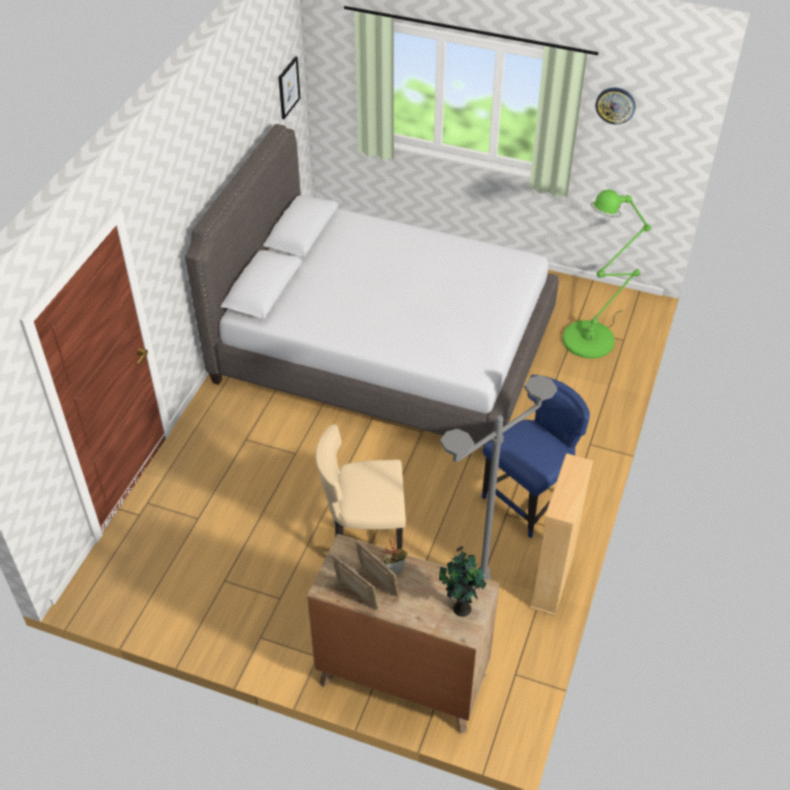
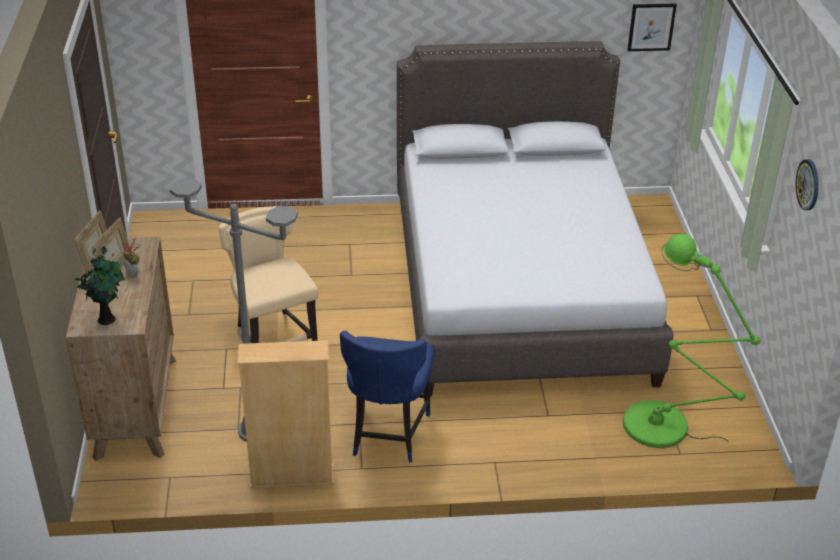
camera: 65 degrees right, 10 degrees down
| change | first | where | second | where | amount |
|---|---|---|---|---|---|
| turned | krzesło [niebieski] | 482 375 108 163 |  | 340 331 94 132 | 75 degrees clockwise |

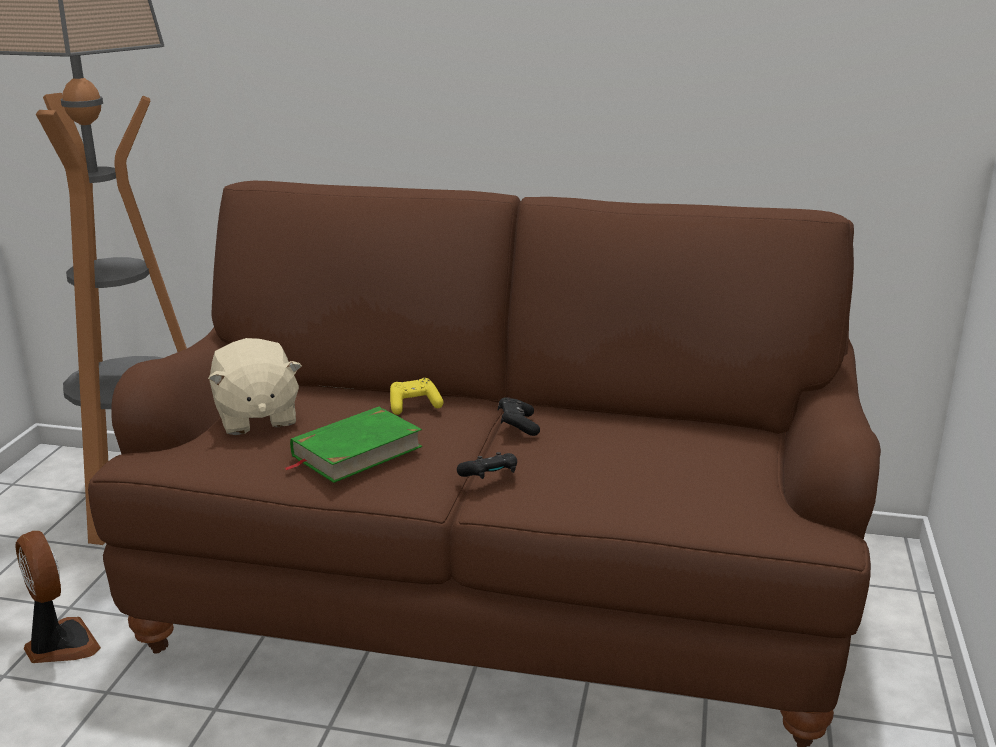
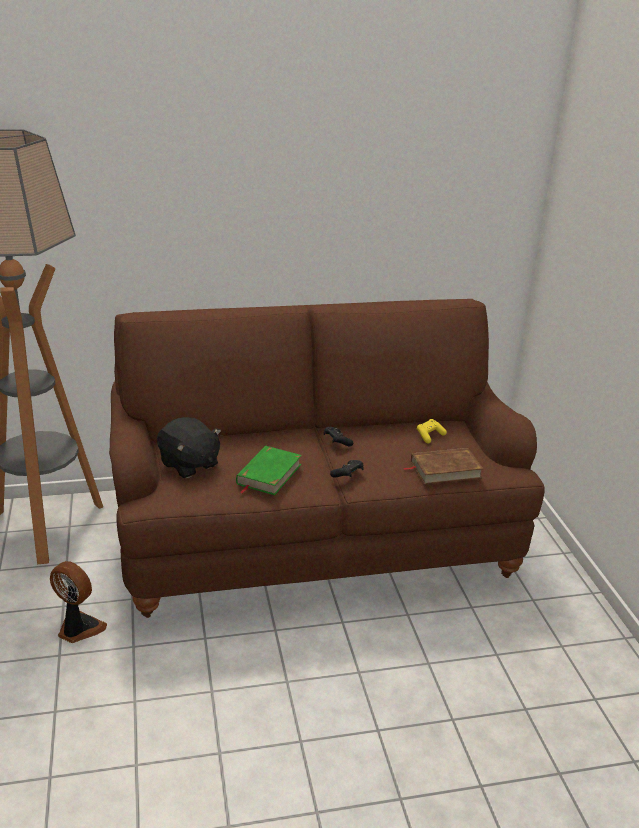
camera: 25 degrees left, 5 degrees up
| change | first | where | second | where | amount |
|---|---|---|---|---|---|
| added |  |  | książka [brązowy] | 403 448 81 36 |  |
| moved | pad do gier [żółty] | 390 378 53 37 |  | 417 419 30 24 |  |
| recoloured | pluszak [beżowy] | 208 338 94 97 | pluszak [czarny] | 157 417 64 61 |  |

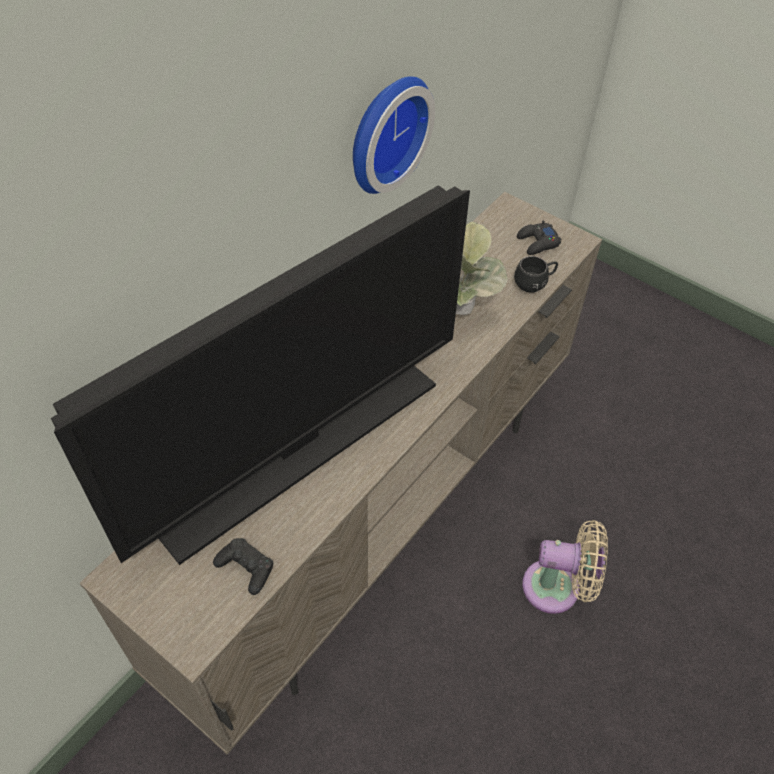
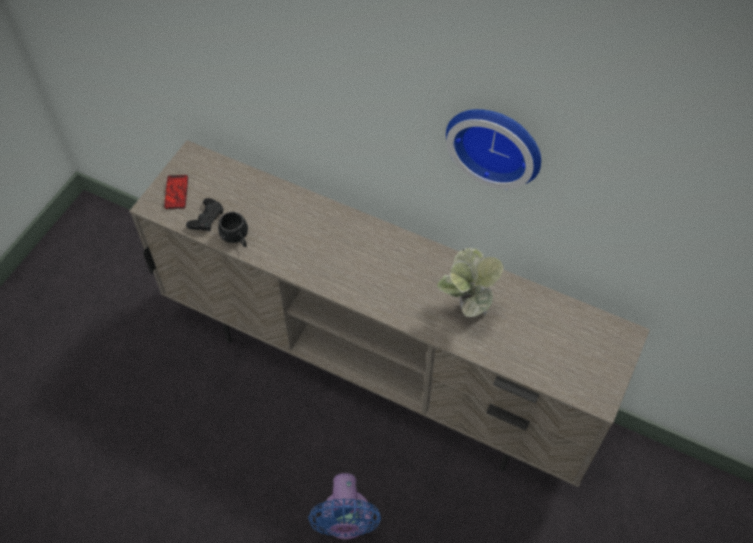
camera: 80 degrees right, 5 degrees up
| change | first | where | second | where | amount |
|---|---|---|---|---|---|
| removed | telewizor | 51 185 419 380 |  |  |  |
| removed | pad do gier [czarny] | 517 221 45 34 |  |  |  |
| added |  |  | telefon | 164 175 24 34 |  |
| moved | kubek [czarny] | 514 256 44 37 |  | 218 212 30 35 |  |
| recoloured | wentylator [beżowy] | 522 520 86 94 | wentylator [niebieski] | 308 473 73 66 |  |

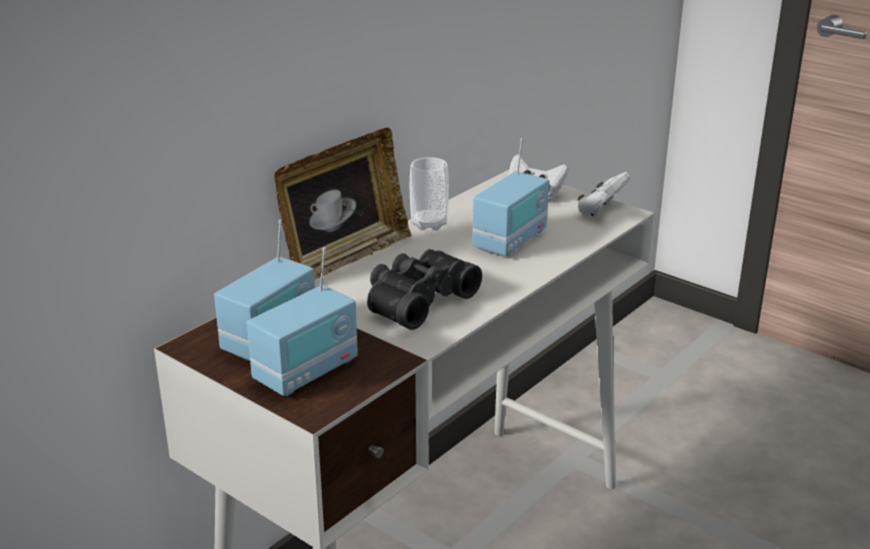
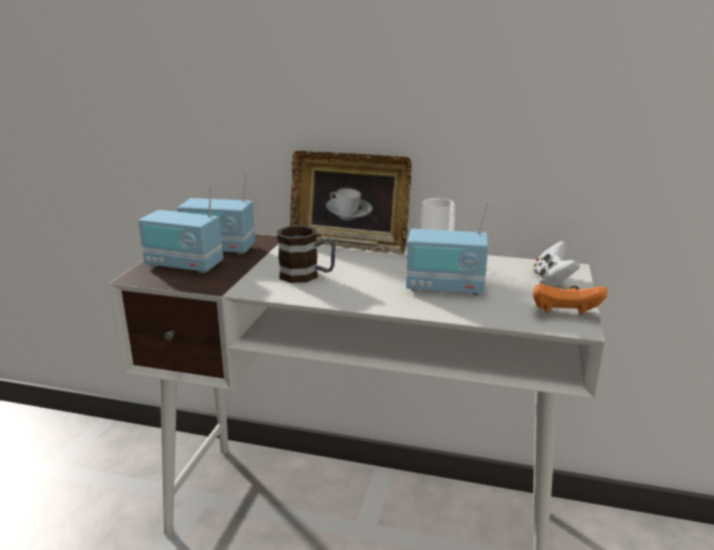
camera: 65 degrees right, 5 degrees down
| change | first | where | second | where | amount |
|---|---|---|---|---|---|
| replaced | lornetka [czarny] | 367 249 115 81 | kubek | 277 225 59 58 |  |
| recoloured | pad do gier [biały] | 577 172 54 44 | pad do gier [pomarańczowy] | 533 284 75 30 |  |

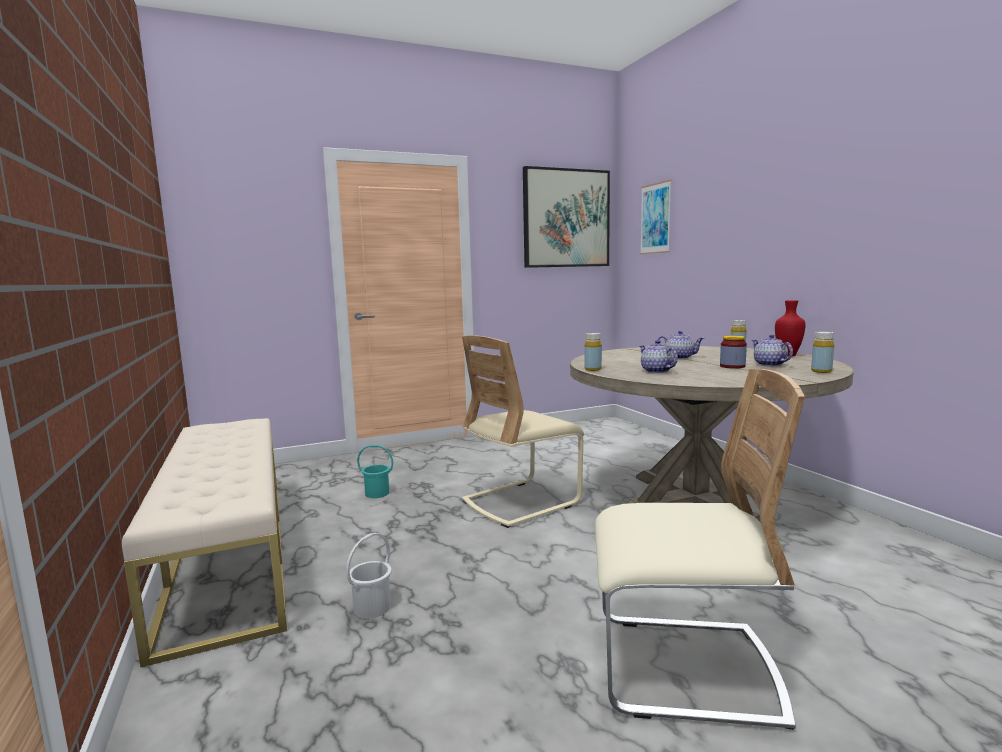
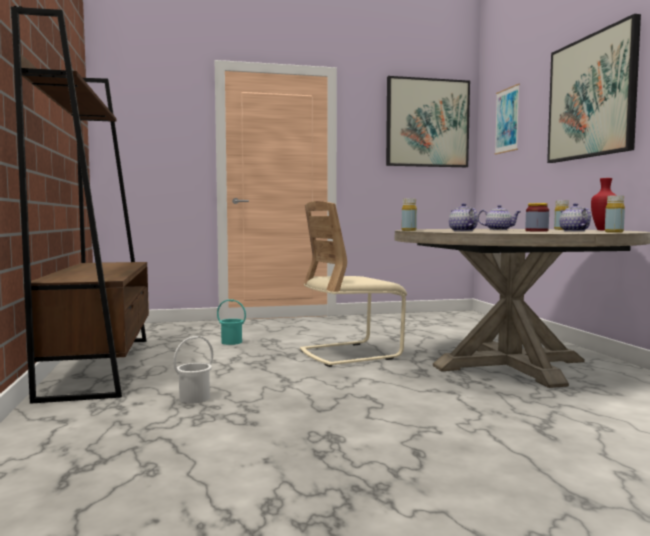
camera: 10 degrees right, 5 degrees down
| change | first | where | second | where | amount |
|---|---|---|---|---|---|
| removed | krzesło [beżowy] | 595 369 210 361 |  |  |  |
| added |  |  | obraz | 547 14 94 149 |  |
| replaced | ławka [beżowy] | 122 418 165 249 | regał [brązowy] | 11 6 138 398 |  |

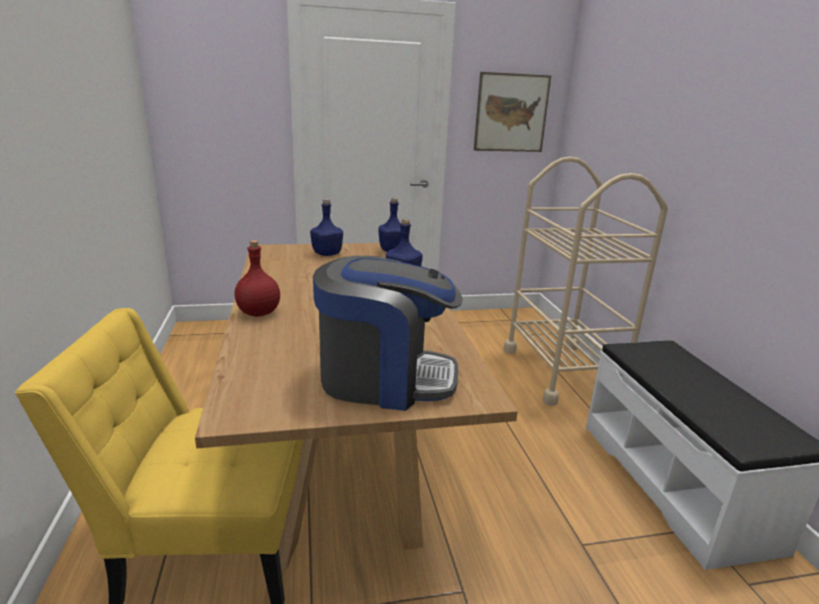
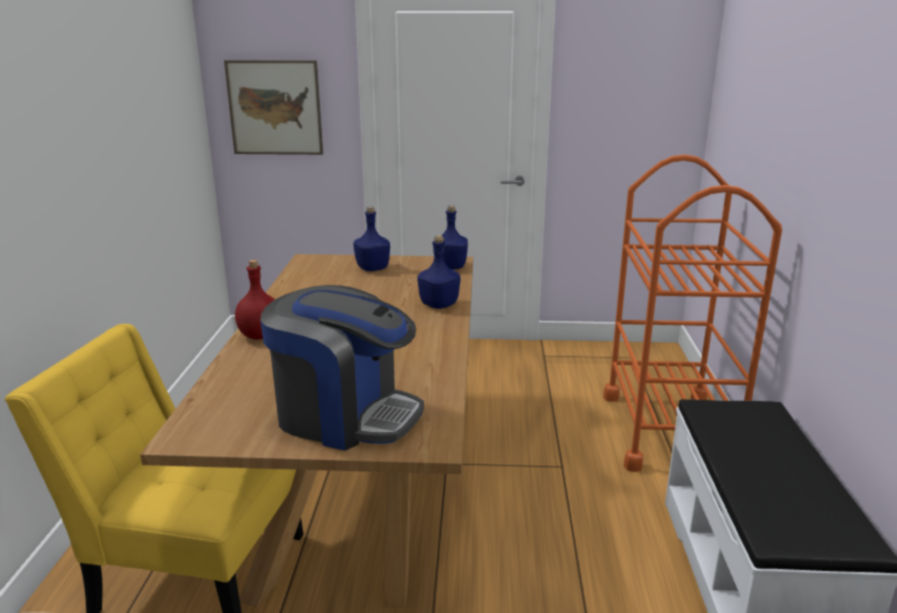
camera: 15 degrees right, 0 degrees up
| change | first | where | second | where | amount |
|---|---|---|---|---|---|
| moved | obraz | 474 72 77 80 |  | 224 60 99 95 |  |
| recoloured | wózek [beżowy] | 504 157 164 249 | wózek [pomarańczowy] | 603 155 179 317 |  |

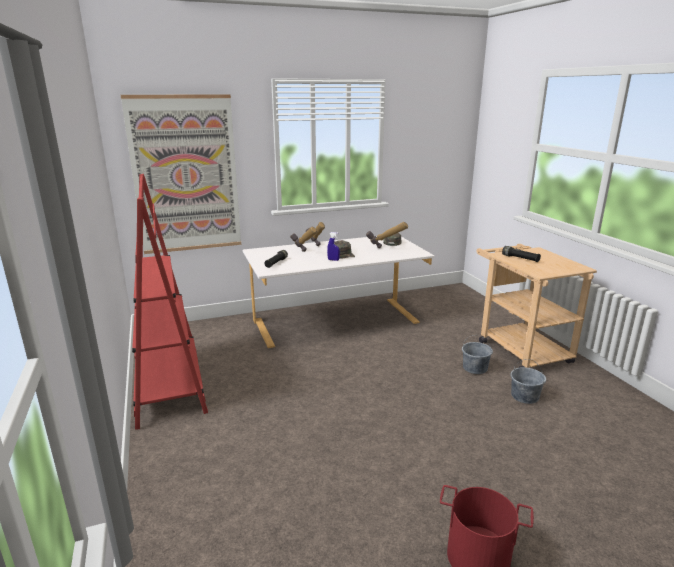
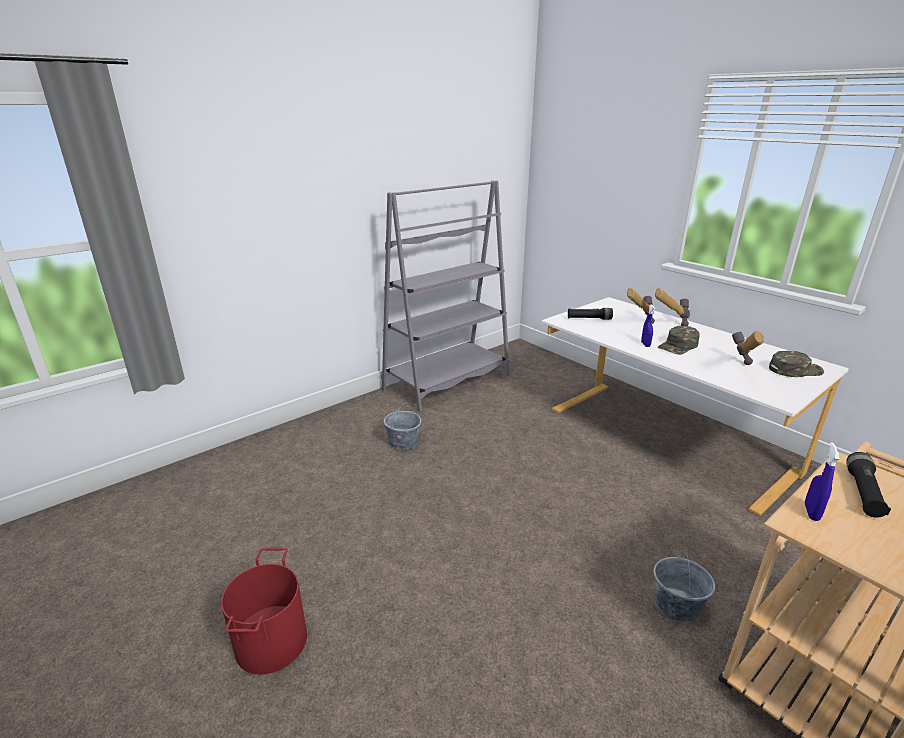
camera: 70 degrees right, 5 degrees up
| change | first | where | second | where | amount |
|---|---|---|---|---|---|
| removed | obraz | 121 94 120 160 |  |  |  |
| added |  |  | spryskiwacz [niebieski] | 805 442 35 79 |  |
| moved | wiadro [szary] | 510 359 36 45 |  | 384 402 37 48 |  |
| recoloured | regał [czerwony] | 132 174 76 256 | regał [szary] | 381 181 129 231 |  |

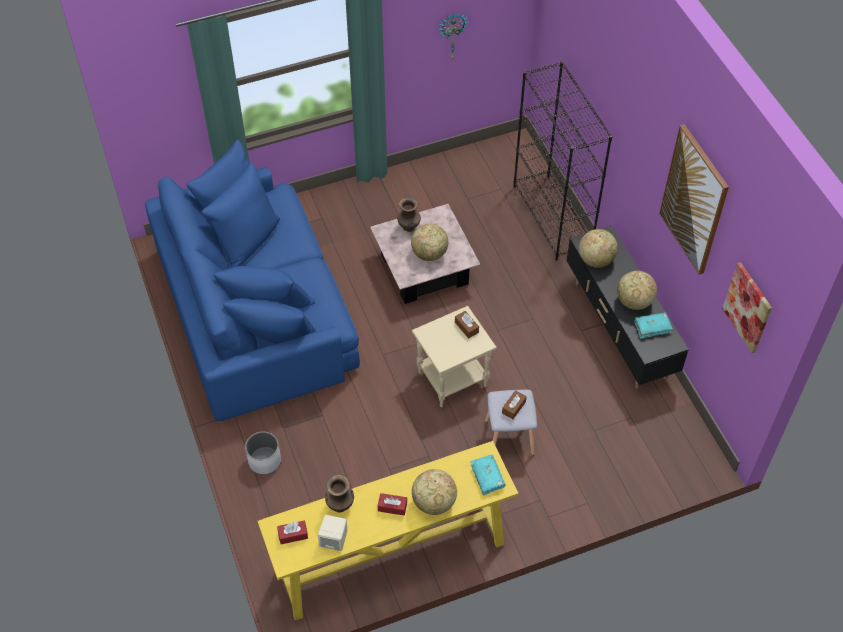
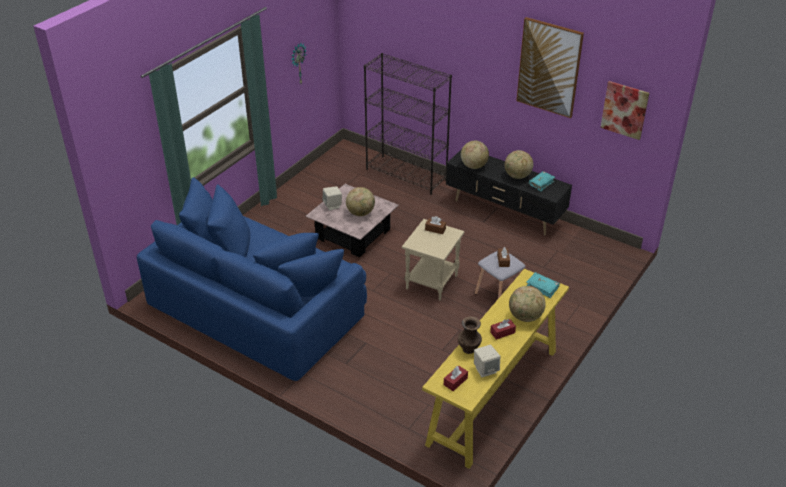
camera: 35 degrees left, 15 degrees down
| change | first | where | second | where | amount |
|---|---|---|---|---|---|
| removed | donica [biały] | 245 432 36 42 |  |  |  |
| replaced | wazon [brązowy] | 397 197 24 35 | głośnik [beżowy] | 322 186 20 24 |  |

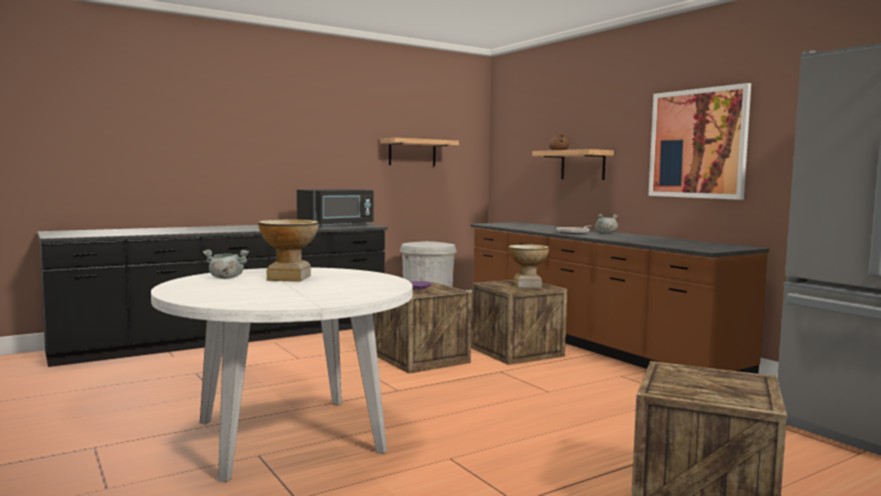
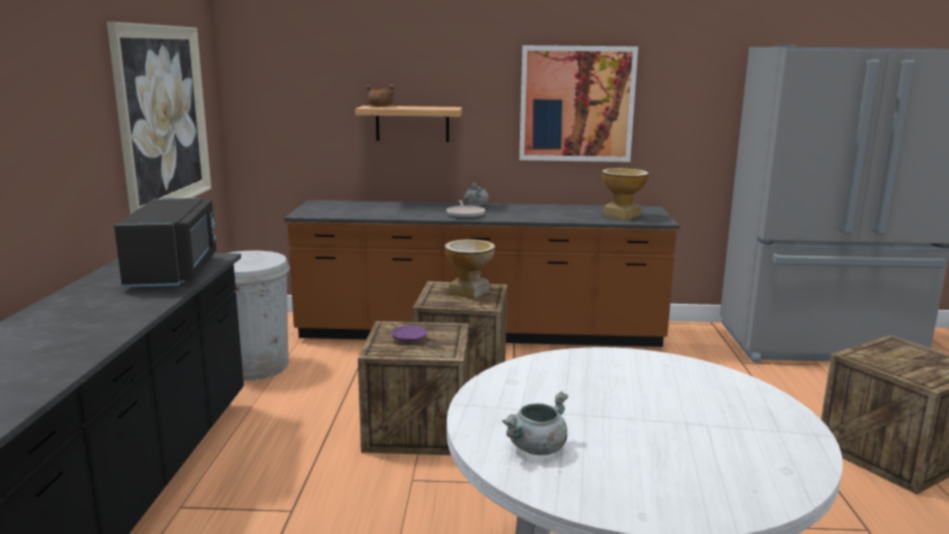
camera: 55 degrees left, 10 degrees up
| change | first | where | second | where | amount |
|---|---|---|---|---|---|
| moved | wazon | 258 219 61 63 |  | 601 168 48 52 |  |
| replaced | półka | 380 138 79 28 | obraz | 107 22 105 193 |  |

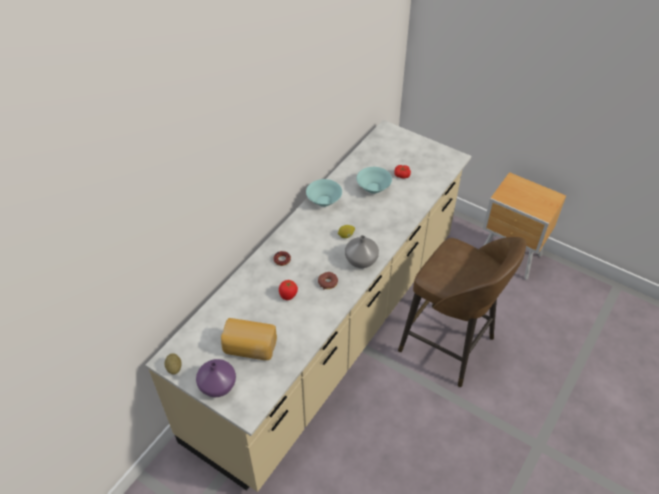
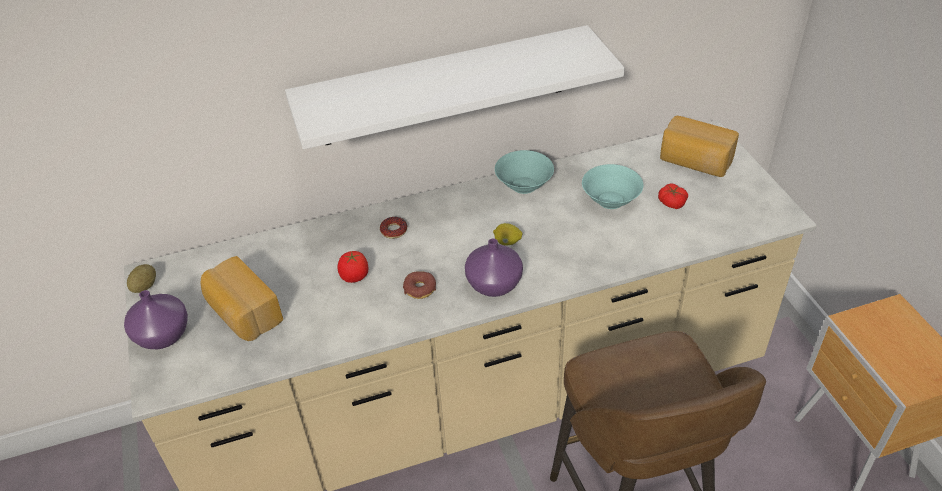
camera: 40 degrees right, 5 degrees down
| change | first | where | second | where | amount |
|---|---|---|---|---|---|
| added |  |  | półka [biały] | 285 25 340 124 |  |
| added |  |  | chleb | 660 116 79 61 |  |
| recoloured | wazon [szary] | 345 235 34 33 | wazon [fioletowy] | 465 238 58 59 |  |

